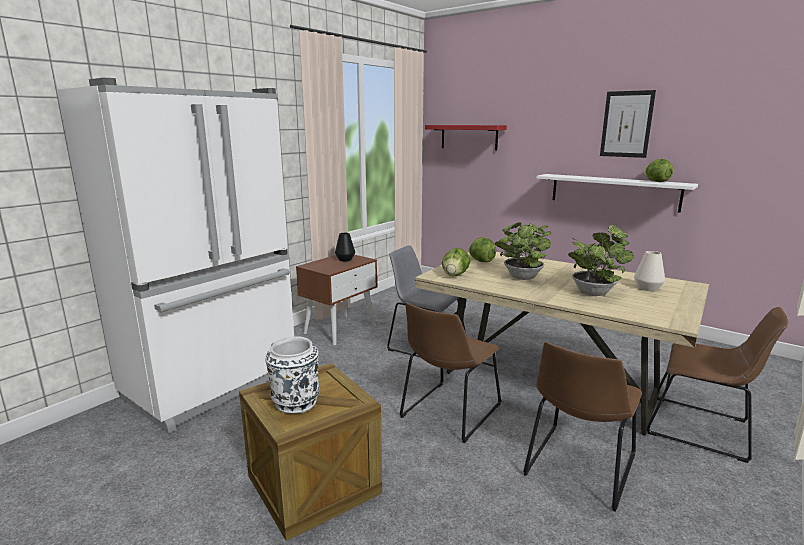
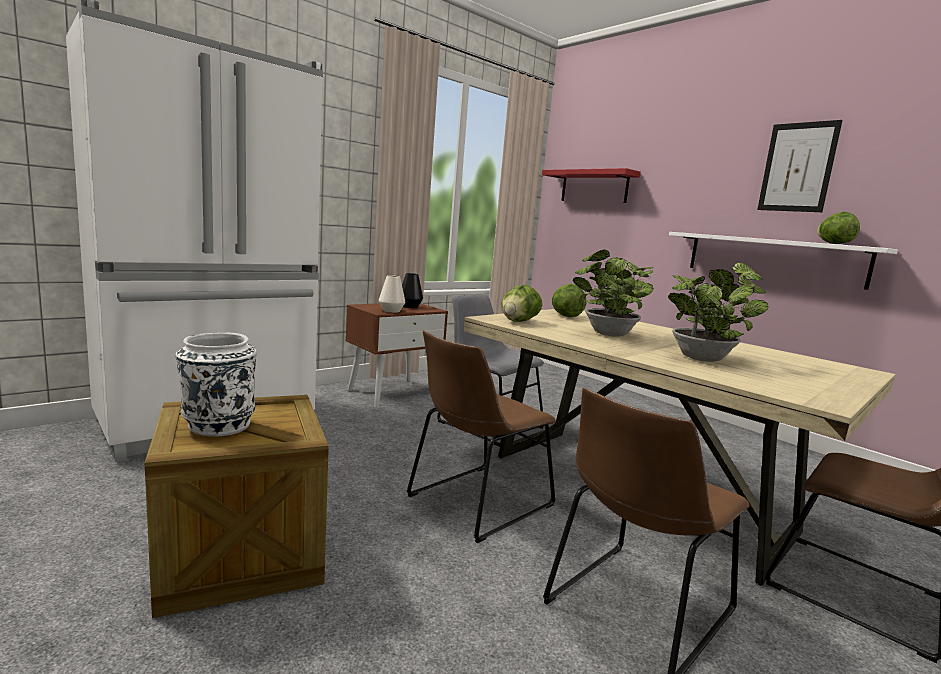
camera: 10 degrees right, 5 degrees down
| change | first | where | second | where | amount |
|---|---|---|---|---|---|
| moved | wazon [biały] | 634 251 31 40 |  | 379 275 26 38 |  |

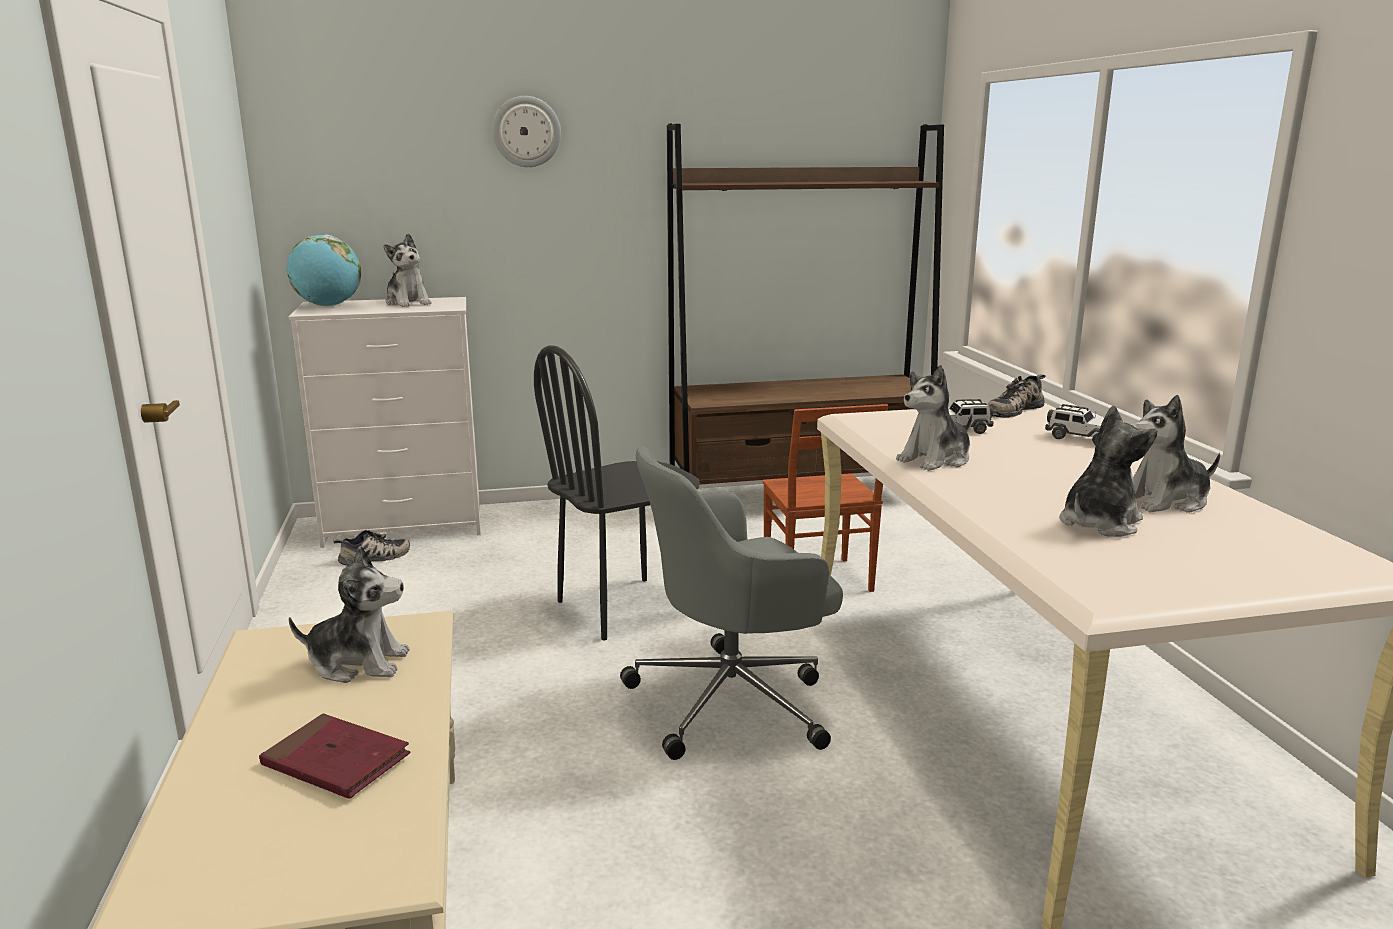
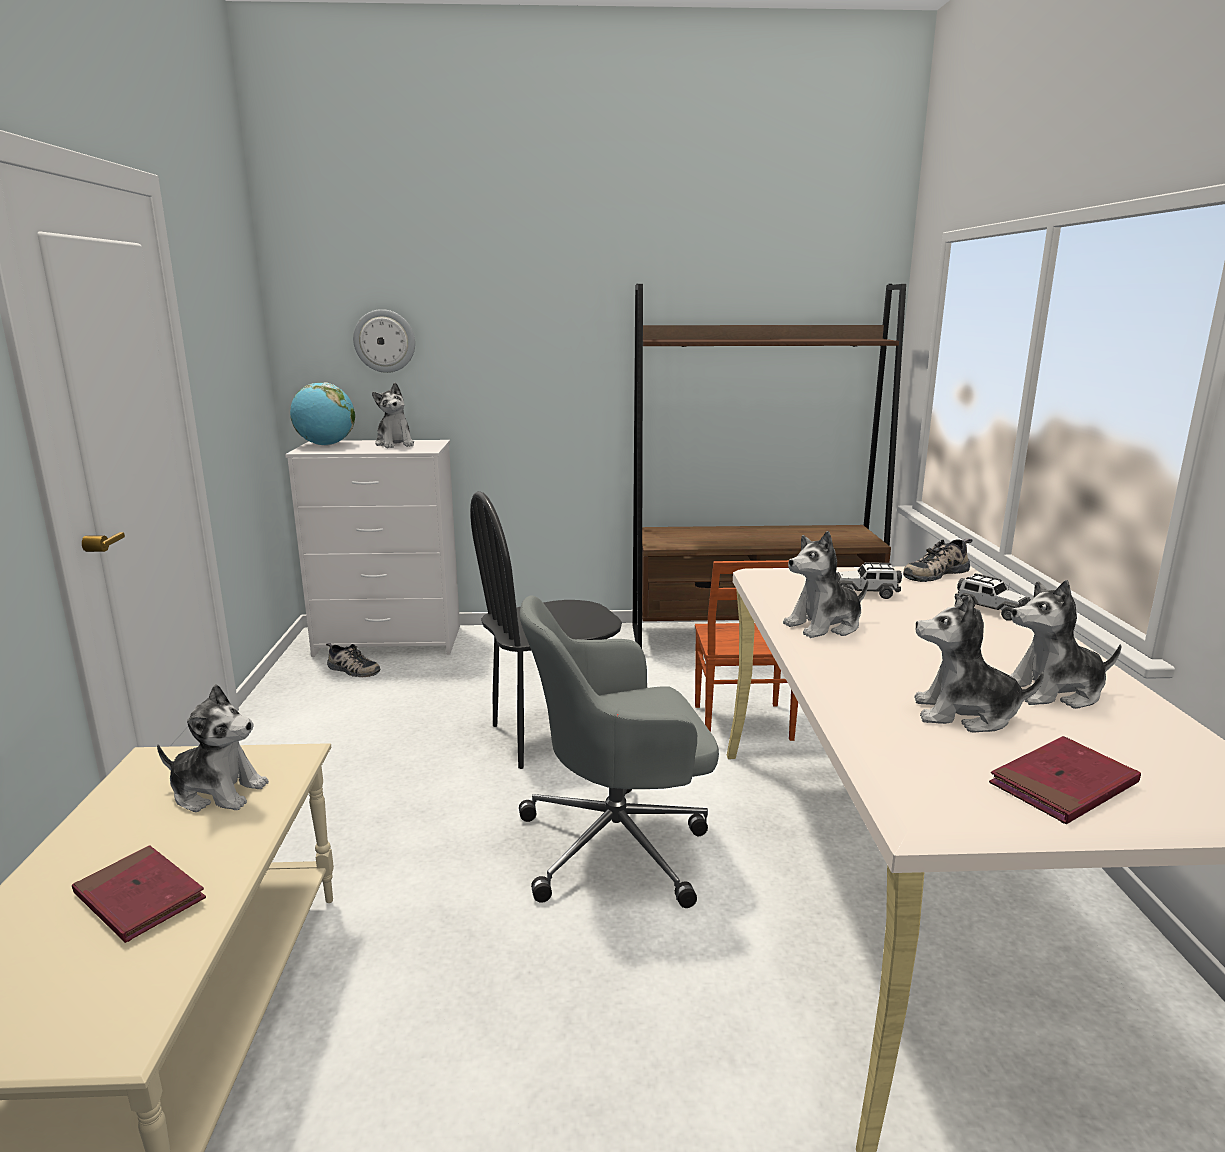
camera: 10 degrees right, 0 degrees up
| change | first | where | second | where | amount |
|---|---|---|---|---|---|
| added |  |  | książka [czerwony] | 989 736 152 88 |  |
| moved | zegar ścienny | 492 96 69 71 |  | 353 309 62 64 |  |
| turned | but | 333 530 77 36 |  | 326 643 54 34 | 45 degrees clockwise |
| turned | pluszak | 1059 406 98 131 |  | 914 595 130 138 | 135 degrees counterclockwise |

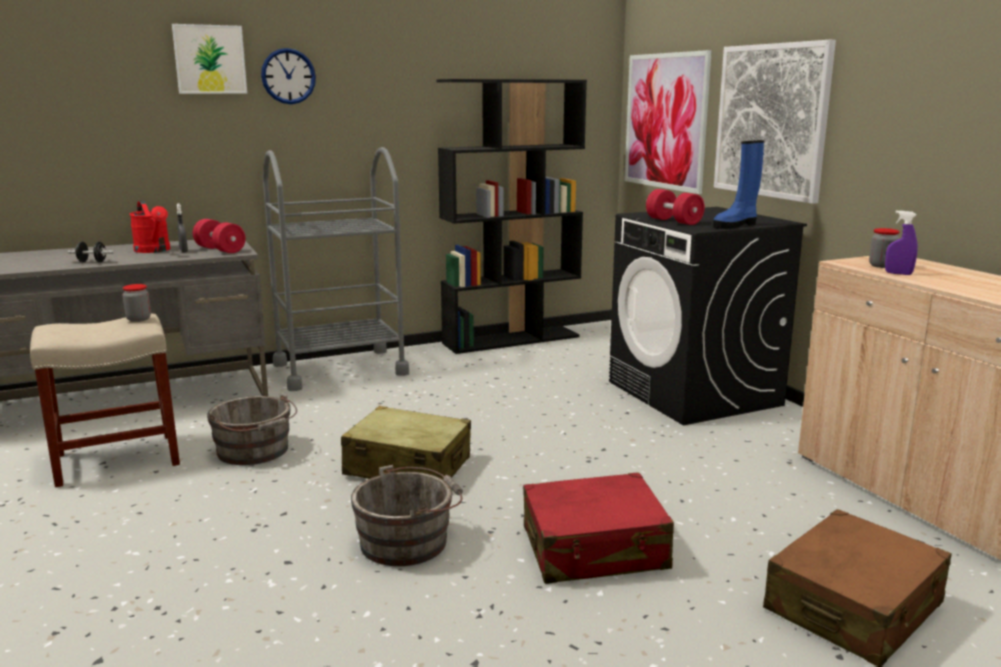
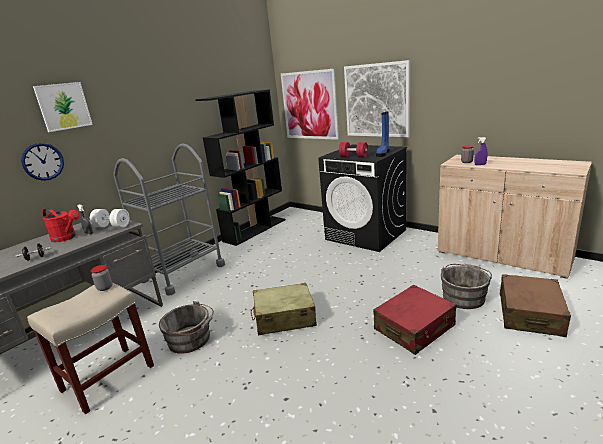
camera: 25 degrees left, 5 degrees up
| change | first | where | second | where | amount |
|---|---|---|---|---|---|
| moved | zegar ścienny | 261 48 55 56 |  | 21 143 43 38 |  |
| moved | wiadro [szary] | 351 465 112 101 |  | 441 264 51 45 |  |
| recoloured | hantel [czerwony] | 193 219 53 34 | hantel [biały] | 90 209 40 19 |  |

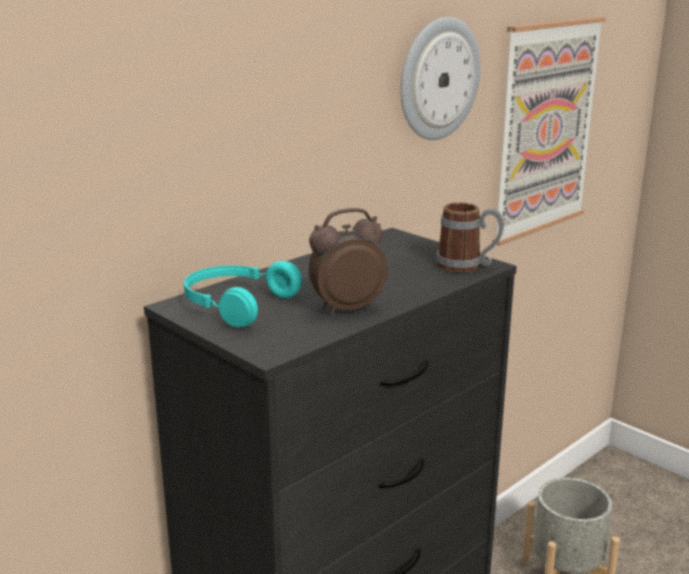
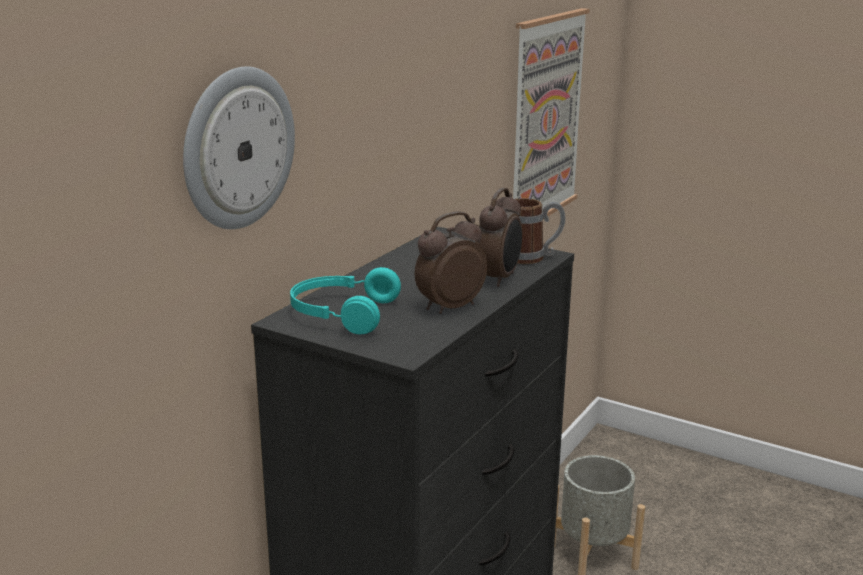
camera: 15 degrees left, 0 degrees up
| change | first | where | second | where | amount |
|---|---|---|---|---|---|
| added |  |  | budzik | 475 188 47 99 |  |
| moved | zegar ścienny | 401 17 79 123 |  | 183 66 112 163 |  |

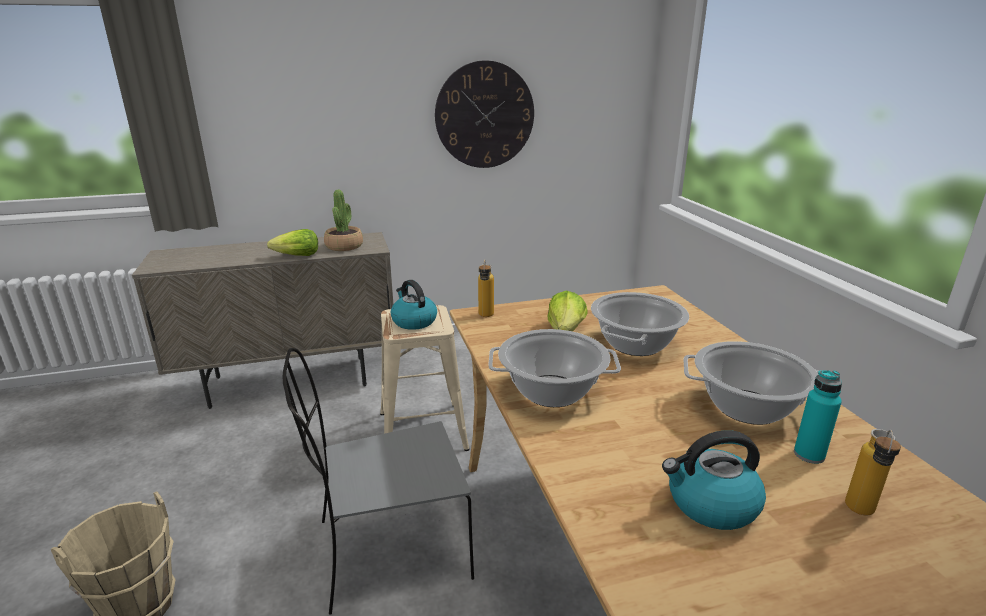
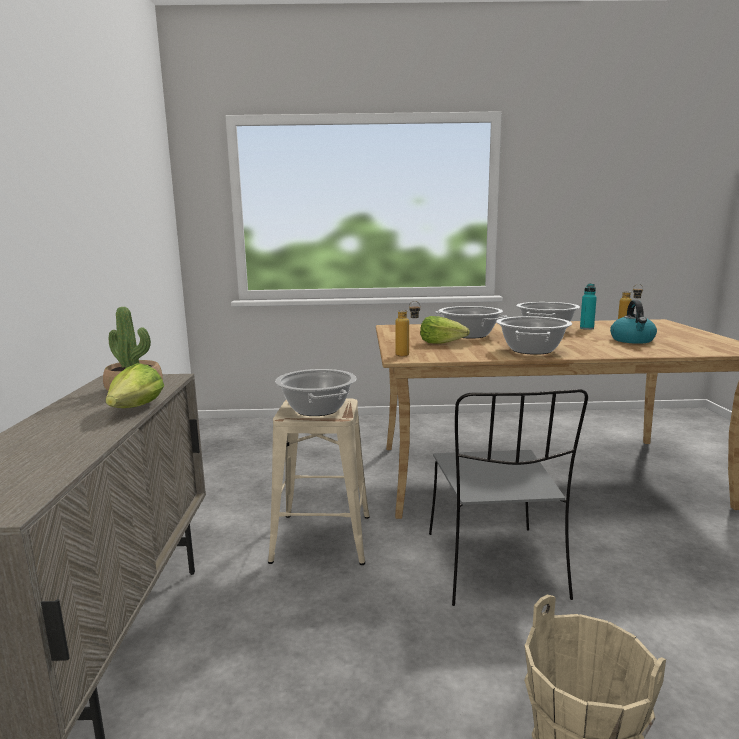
camera: 75 degrees left, 10 degrees down
| change | first | where | second | where | amount |
|---|---|---|---|---|---|
| removed | zegar ścienny | 435 60 99 108 |  |  |  |
| replaced | czajnik | 391 280 46 50 | garnek | 275 369 82 47 |  |

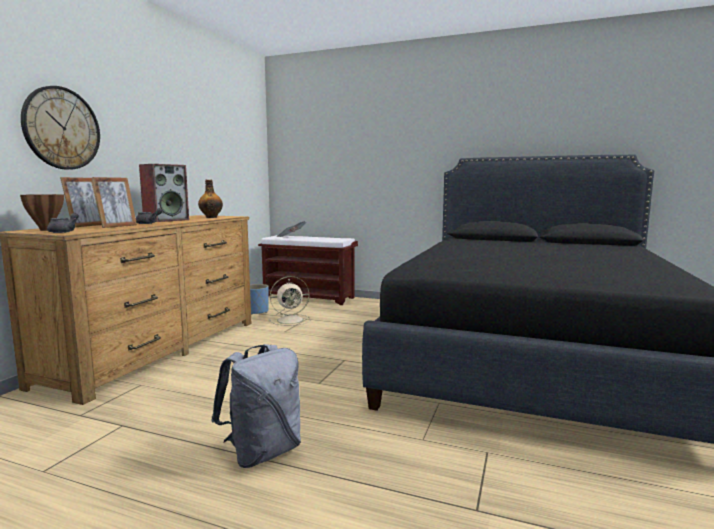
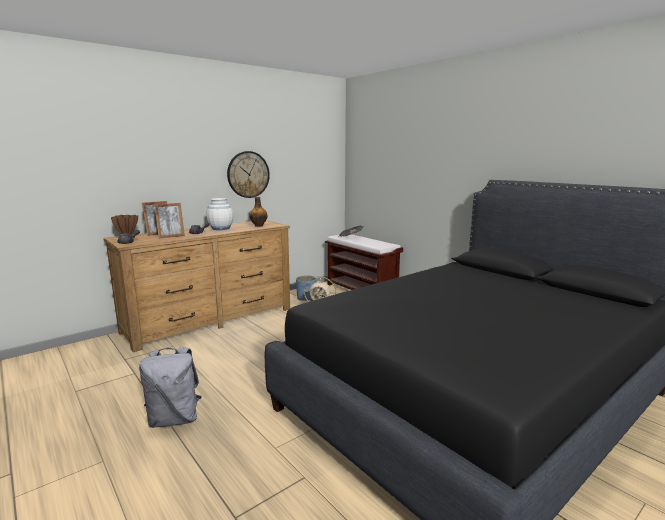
camera: 30 degrees right, 5 degrees up
| change | first | where | second | where | amount |
|---|---|---|---|---|---|
| moved | zegar ścienny | 21 86 79 84 |  | 227 151 43 47 |  |
| replaced | głośnik | 139 164 50 58 | wazon [biały] | 206 198 28 32 |  |

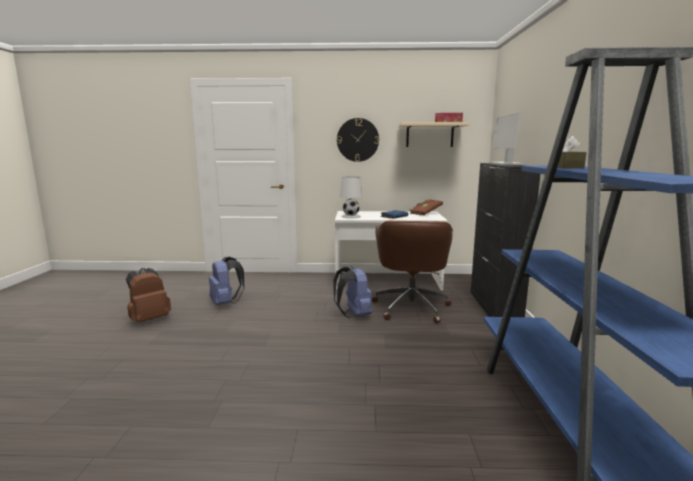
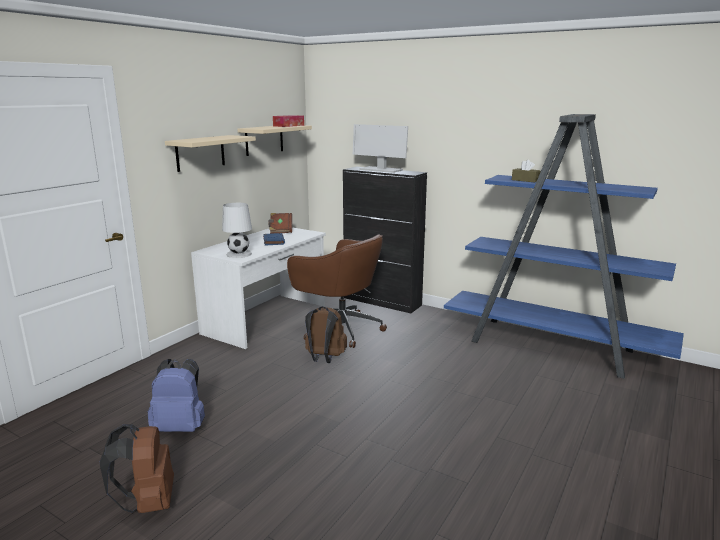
camera: 60 degrees left, 5 degrees up
| change | first | where | second | where | amount |
|---|---|---|---|---|---|
| replaced | zegar ścienny | 337 118 42 44 | półka [beżowy] | 165 135 91 37 |  |
| recoloured | plecak [niebieski] | 333 266 39 52 | plecak [brązowy] | 305 306 42 57 |  |

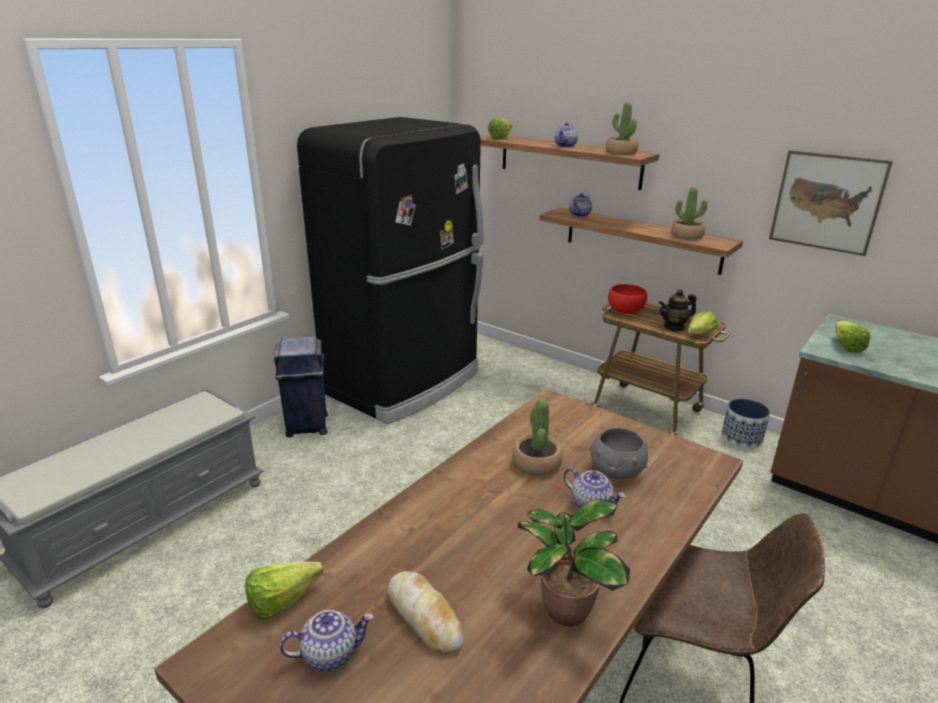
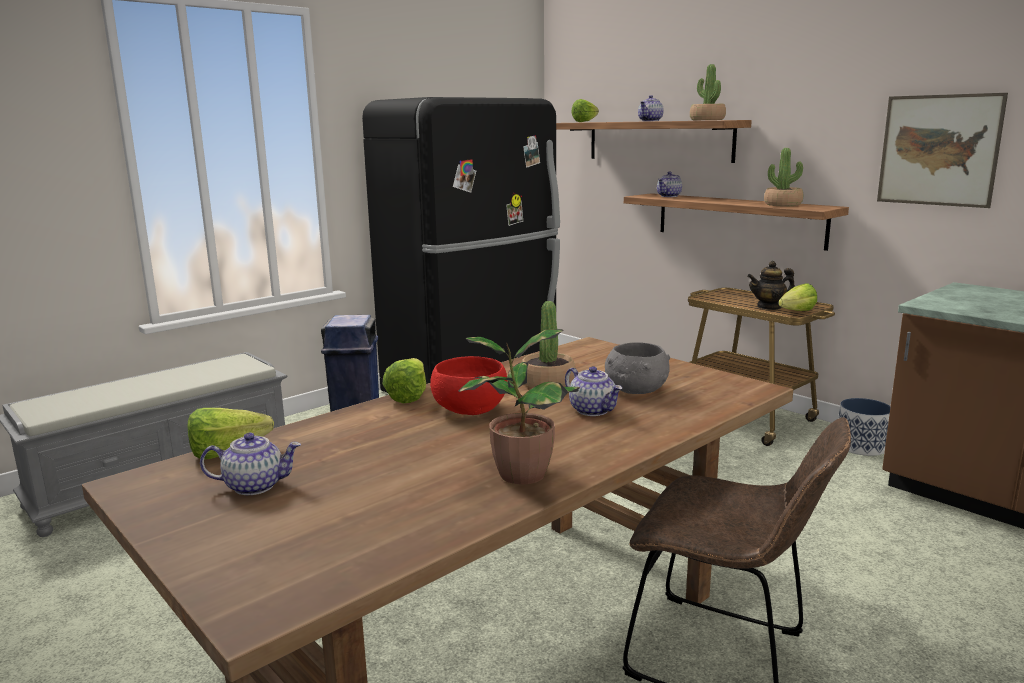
camera: 10 degrees right, 10 degrees down
| change | first | where | second | where | amount |
|---|---|---|---|---|---|
| removed | chleb | 388 571 77 83 |  |  |  |
| moved | miska [czerwony] | 608 284 39 30 |  | 430 356 77 59 |  |
| moved | sałata | 835 321 35 32 |  | 382 358 44 45 |  |

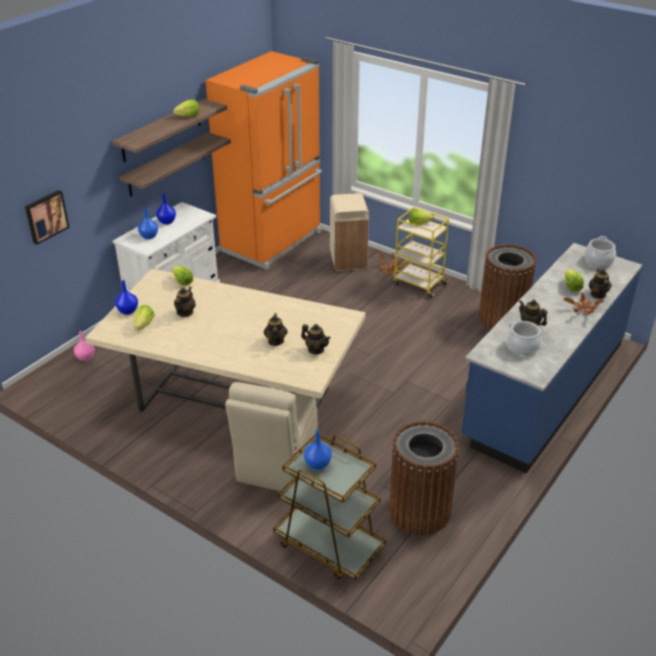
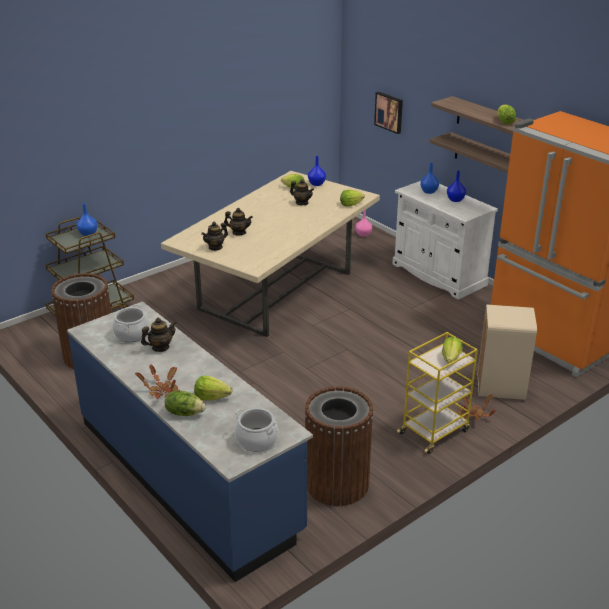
camera: 105 degrees right, 5 degrees down
| change | first | where | second | where | amount |
|---|---|---|---|---|---|
| removed | krzesło [beżowy] | 225 382 93 110 |  |  |  |
| replaced | imbryk | 589 268 23 30 | sałata | 165 391 41 25 |  |

